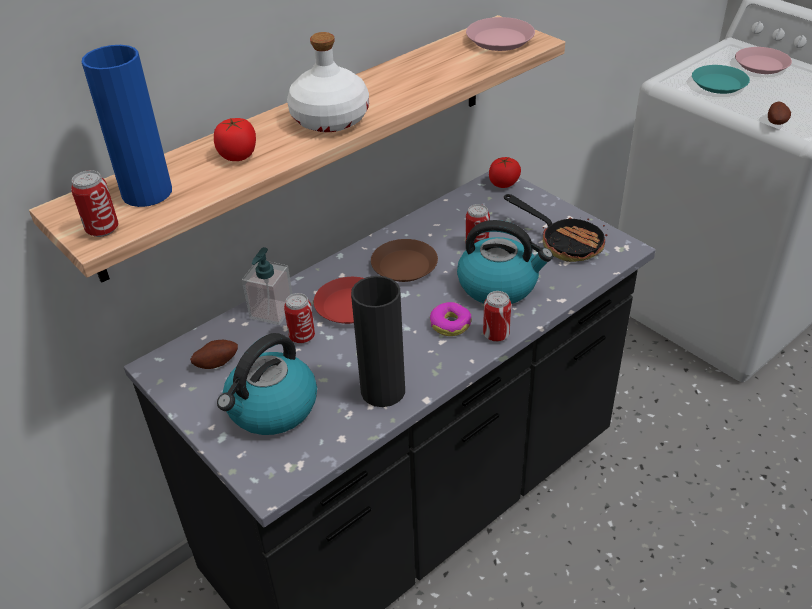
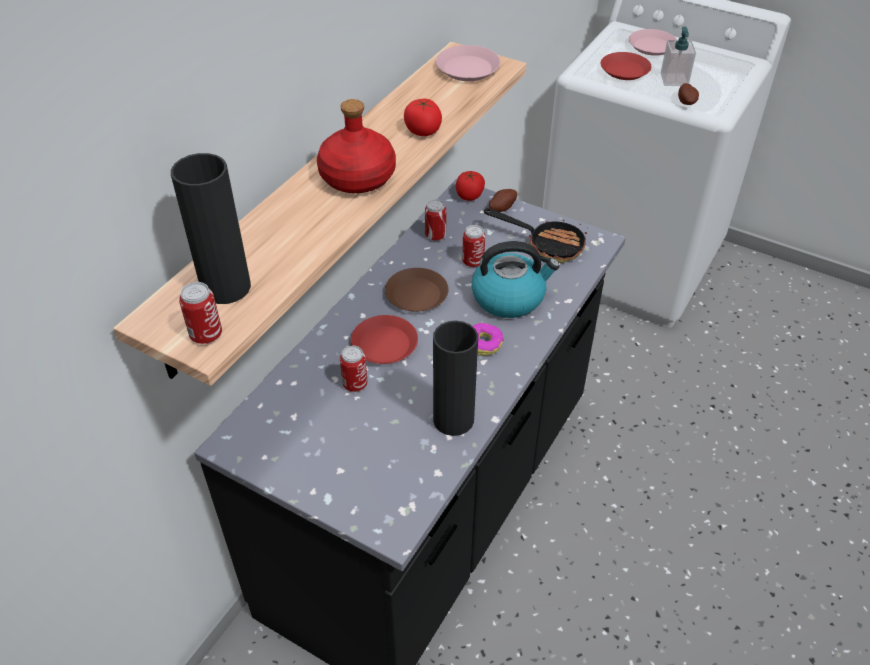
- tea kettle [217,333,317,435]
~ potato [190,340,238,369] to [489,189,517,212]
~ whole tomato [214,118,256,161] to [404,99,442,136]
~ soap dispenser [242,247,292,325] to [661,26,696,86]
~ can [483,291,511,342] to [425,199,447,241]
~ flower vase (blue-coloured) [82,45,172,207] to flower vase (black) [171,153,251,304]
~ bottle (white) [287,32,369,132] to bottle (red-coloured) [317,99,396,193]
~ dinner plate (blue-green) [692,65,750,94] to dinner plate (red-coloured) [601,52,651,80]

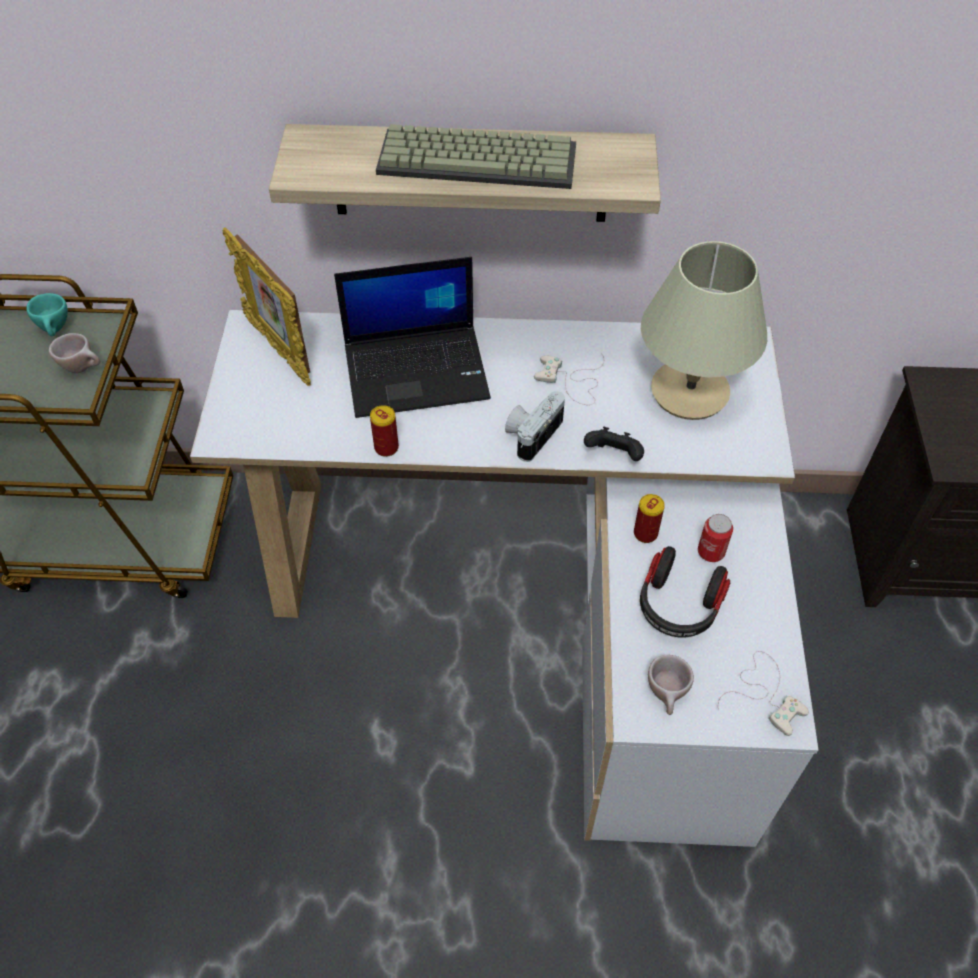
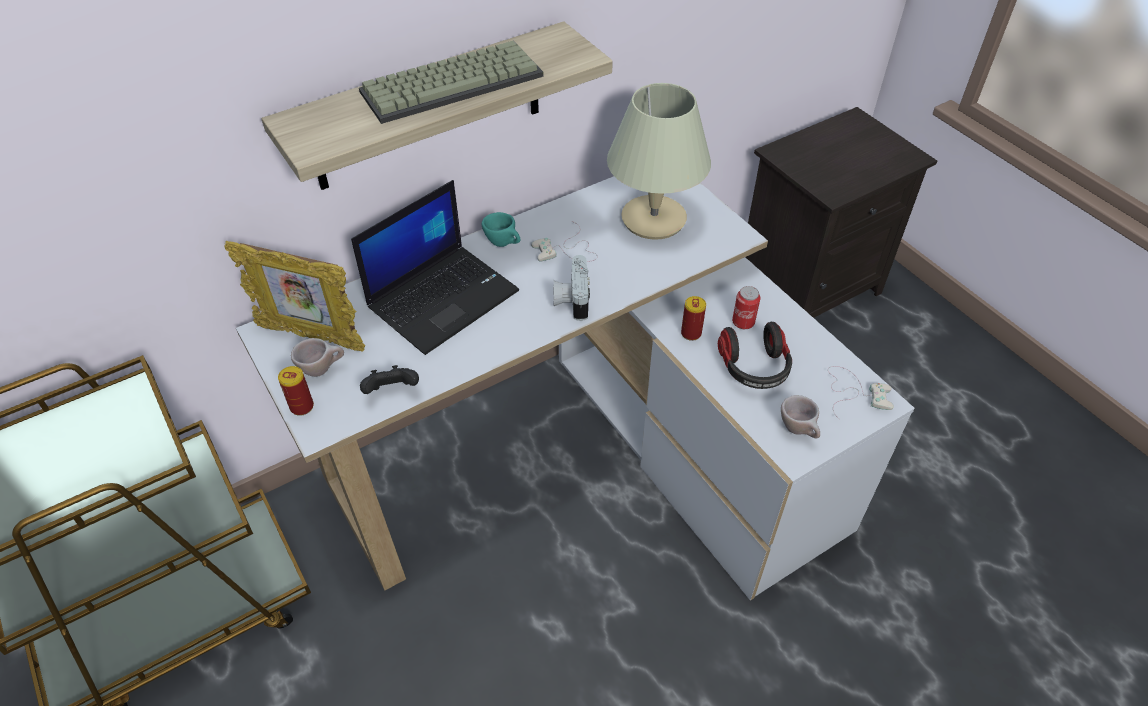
~ small cup (blue-green) [27,293,68,336] to [482,212,521,247]
~ small cup (sand-coloured) [49,333,100,373] to [291,338,344,377]
~ can [370,405,399,457] to [278,366,314,416]
~ joypad (black) [584,427,644,461] to [360,365,419,394]

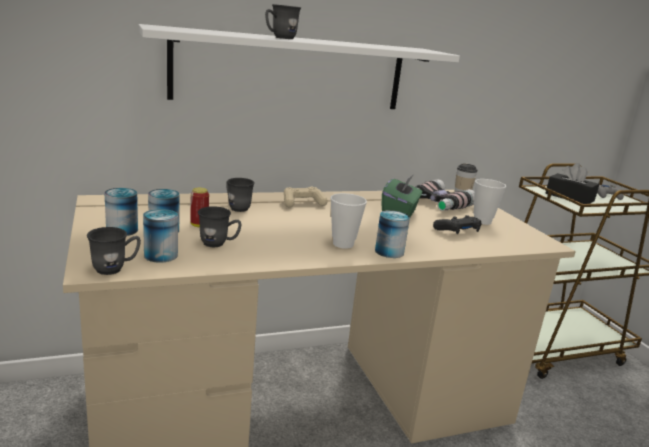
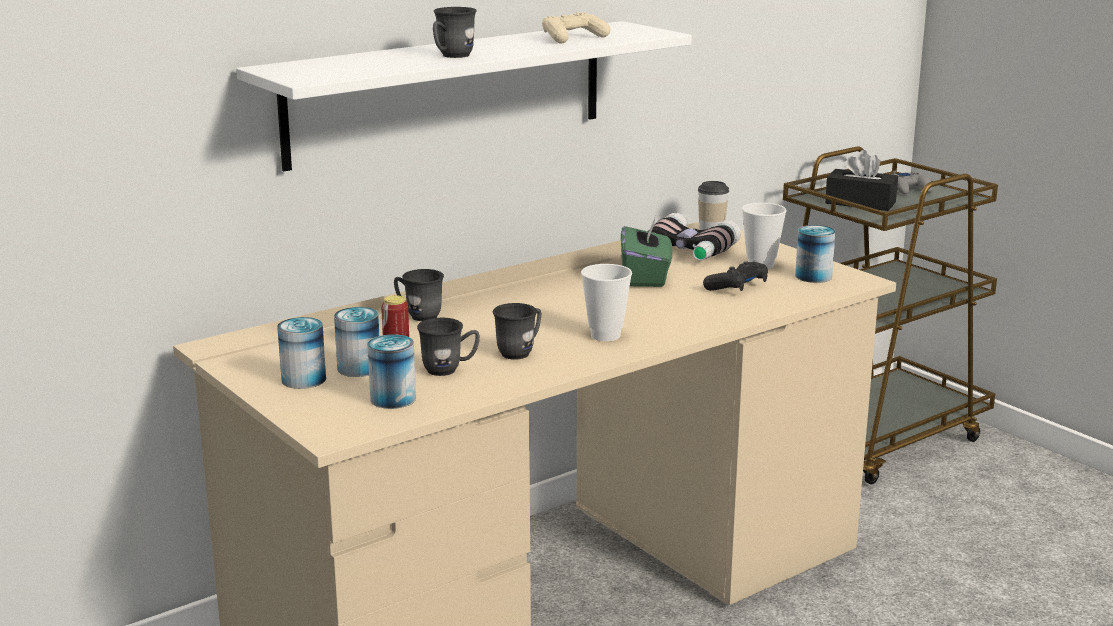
~ tea mug (grey) [87,227,141,275] to [493,303,541,360]
~ joypad (sand-coloured) [284,186,328,208] to [542,12,611,44]
~ can [375,210,410,258] to [795,225,836,283]

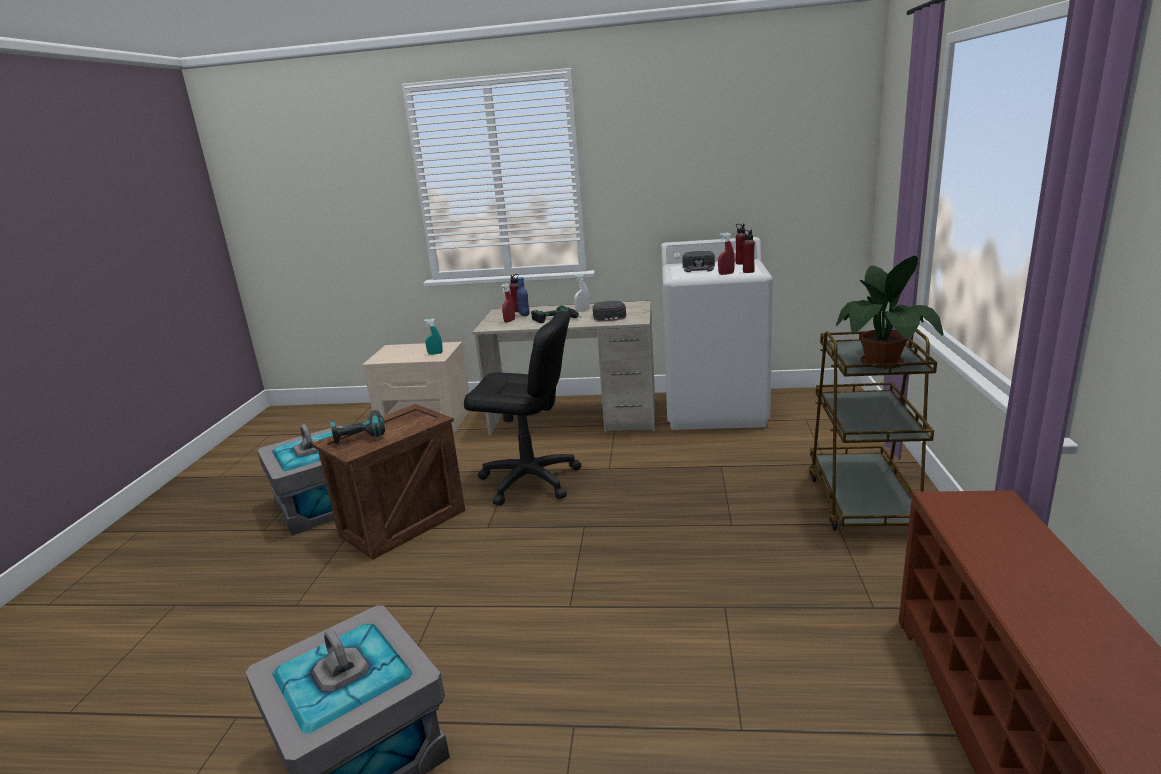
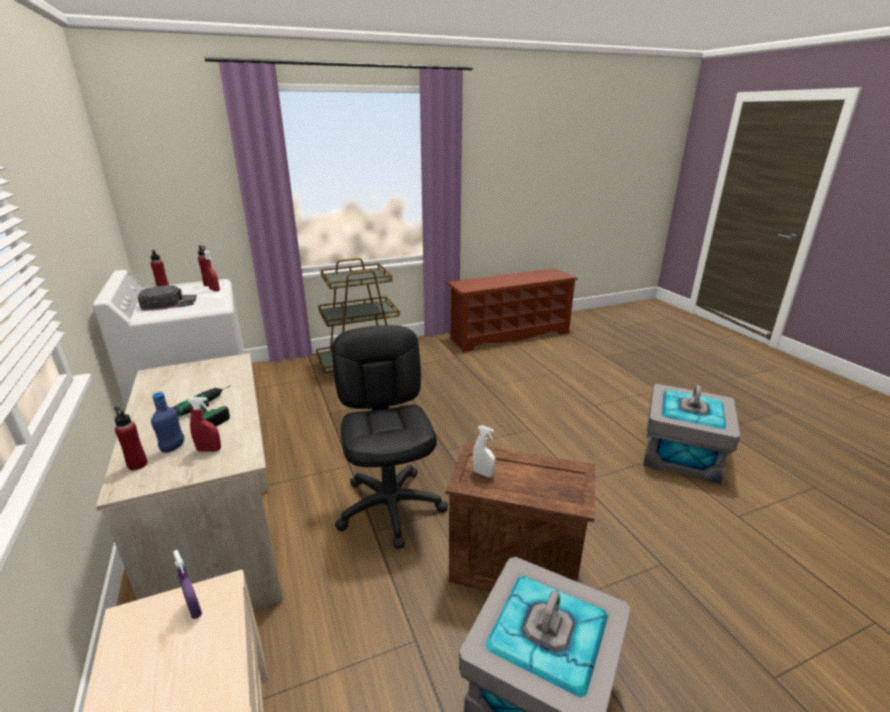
- drill [330,410,385,444]
- cap (black) [593,301,626,322]
- plant in a pot [836,256,943,369]
~ hand sprayer (white) [574,274,590,312] to [473,425,495,477]
~ hand sprayer (blue-green) [424,319,443,355] to hand sprayer (purple) [173,550,202,619]

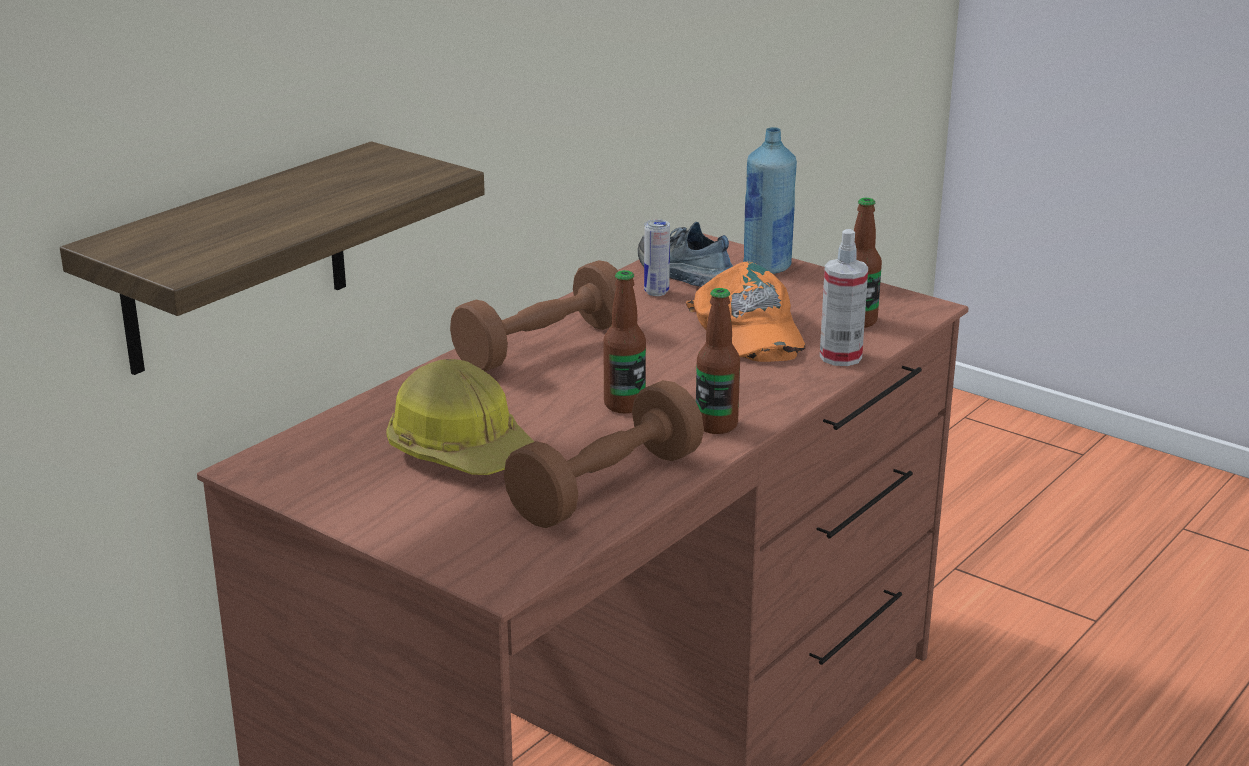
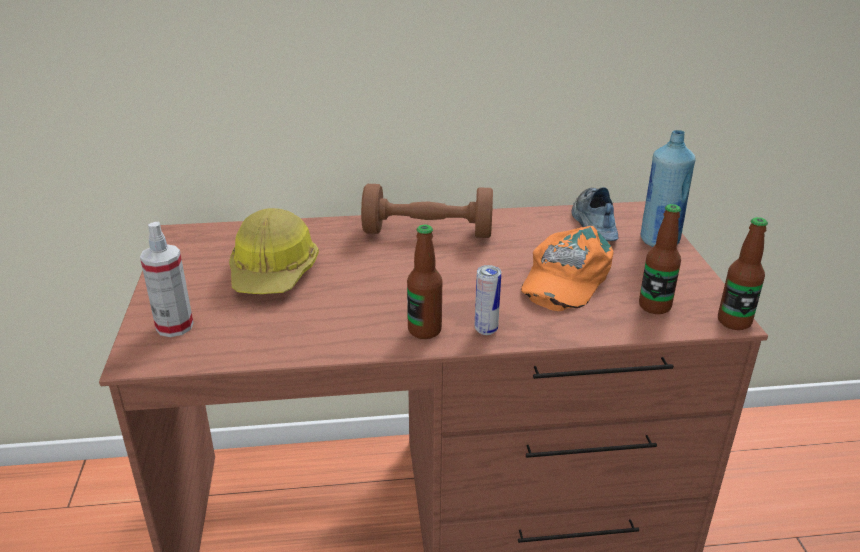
- wall shelf [60,141,485,375]
- free weight (brown) [504,380,704,528]
~ bottle [603,270,646,413] to [718,217,768,330]
~ can [644,220,670,296] to [475,265,501,335]
~ hand sprayer [820,229,868,366] to [140,222,193,337]

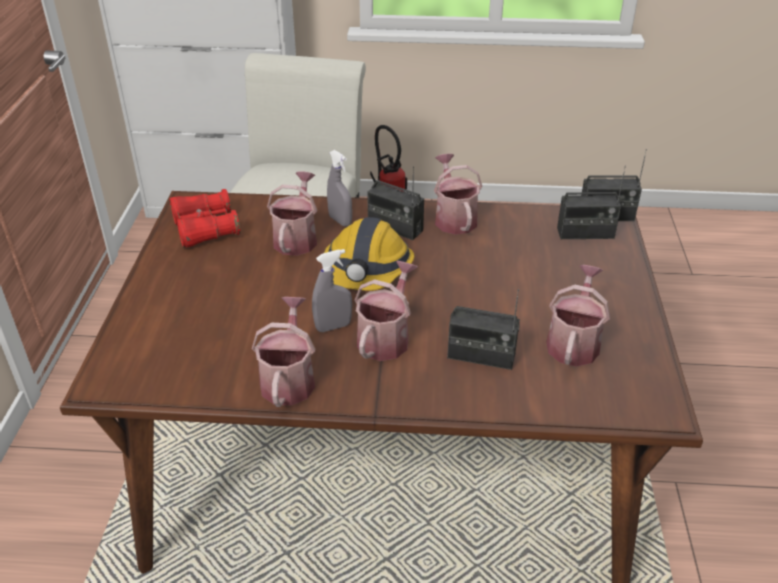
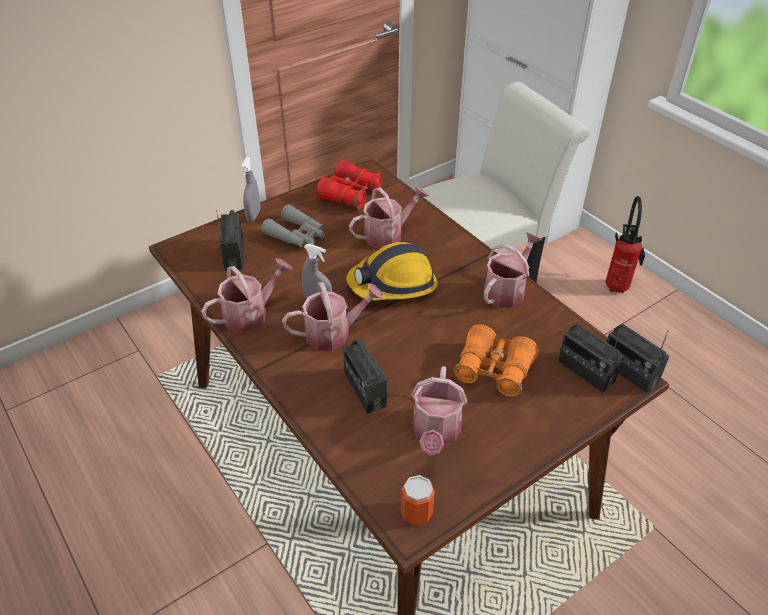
+ field glasses (grey) [261,205,325,247]
+ can [401,475,435,526]
+ field glasses (orange-coloured) [453,324,538,397]
~ hand sprayer (grey) [327,150,352,227] to [241,157,260,222]
~ radio set [367,166,424,240] to [216,210,243,271]
~ sprinkling can [546,265,610,367] = [411,366,467,456] 120 degrees clockwise

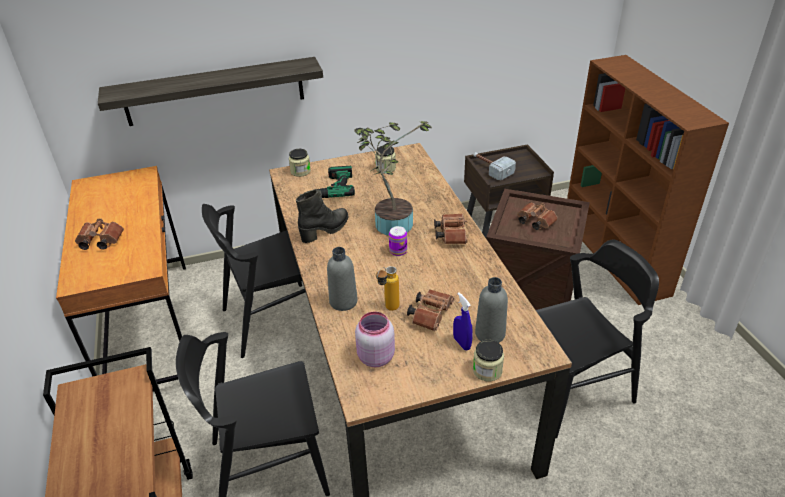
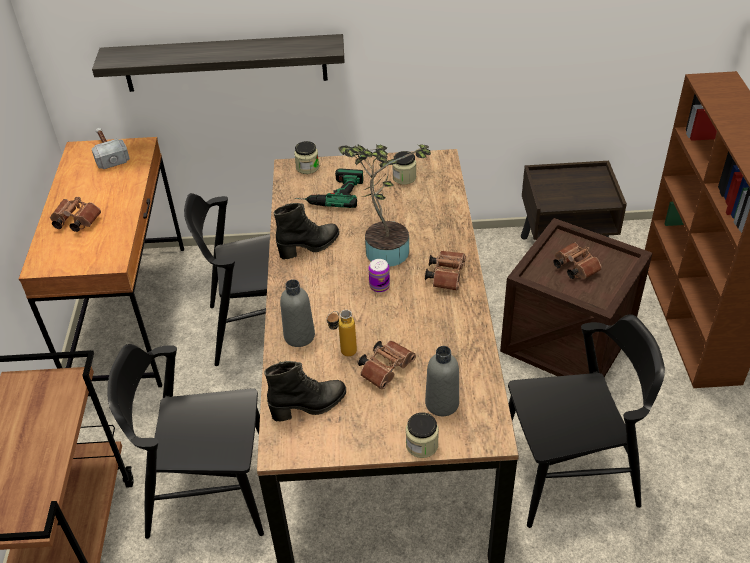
- hand sprayer (blue-coloured) [453,292,473,351]
~ tool hammer [474,152,516,180] to [92,128,130,169]
~ preserve jar (pinkish) [355,312,395,367] to tall boot (black) [264,361,346,422]

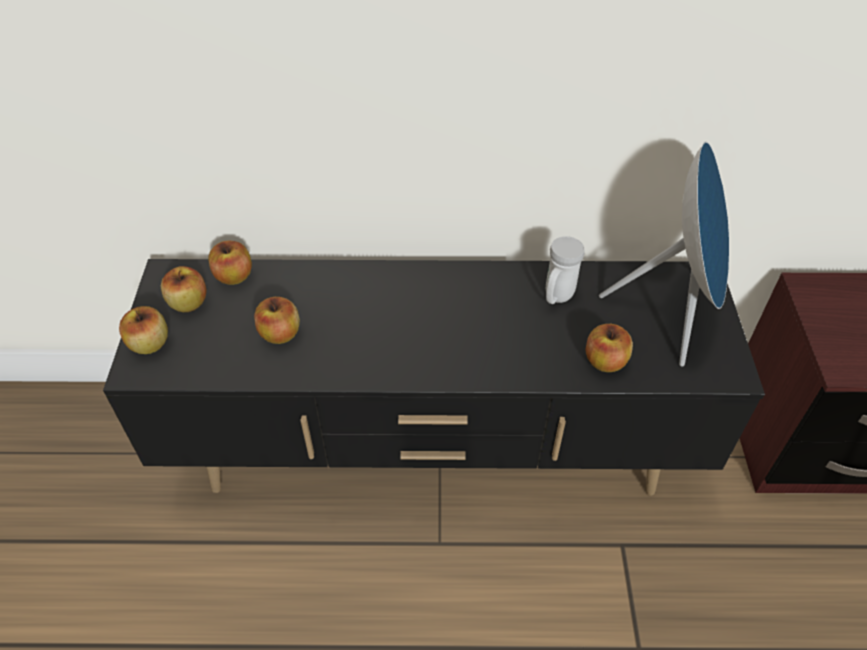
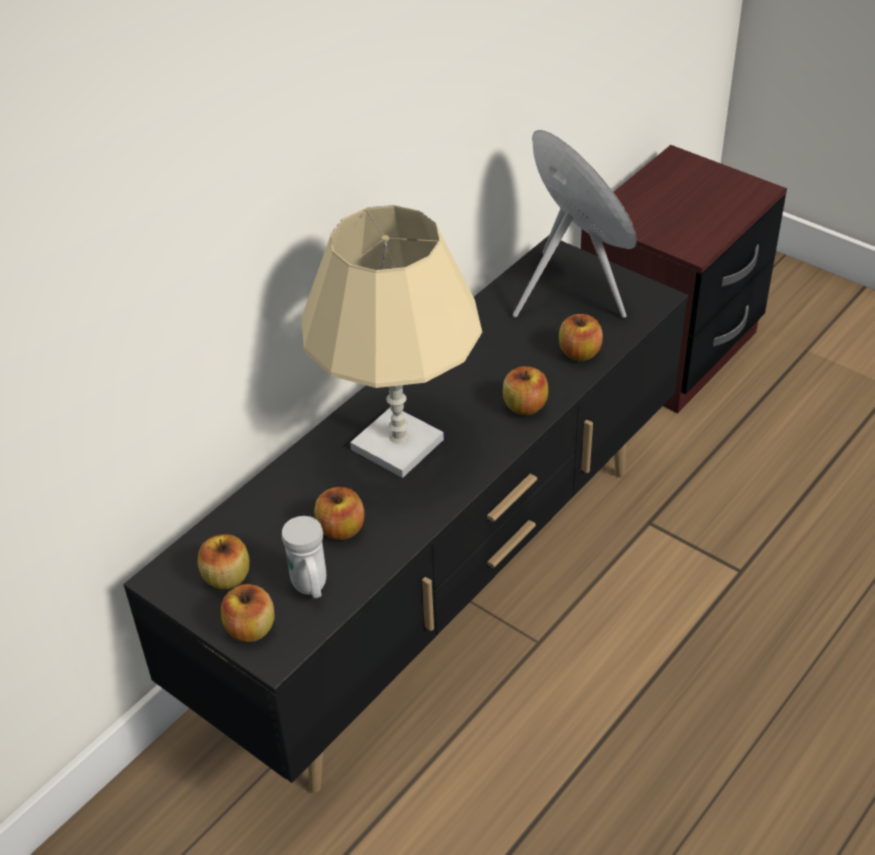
+ tabletop lamp (sand-coloured) [301,205,482,478]
~ apple [208,241,252,285] to [503,366,548,415]
~ tea mug (white) [546,236,584,304] to [282,516,326,598]

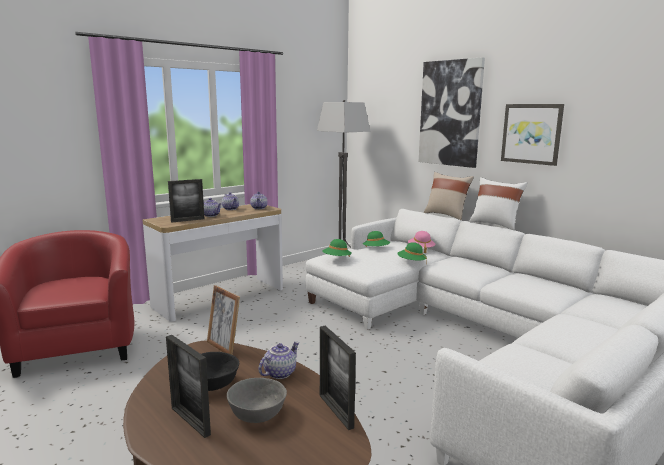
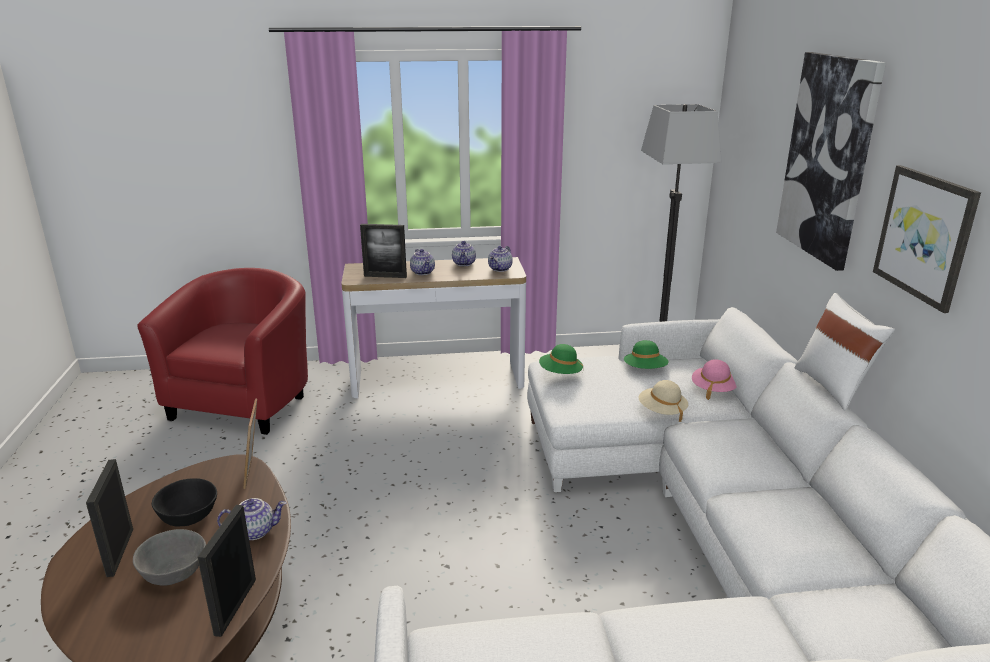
- cushion (sand-coloured) [424,172,474,220]
~ wearable hat (green) [397,242,427,264] to wearable hat (sand-coloured) [639,380,688,422]

